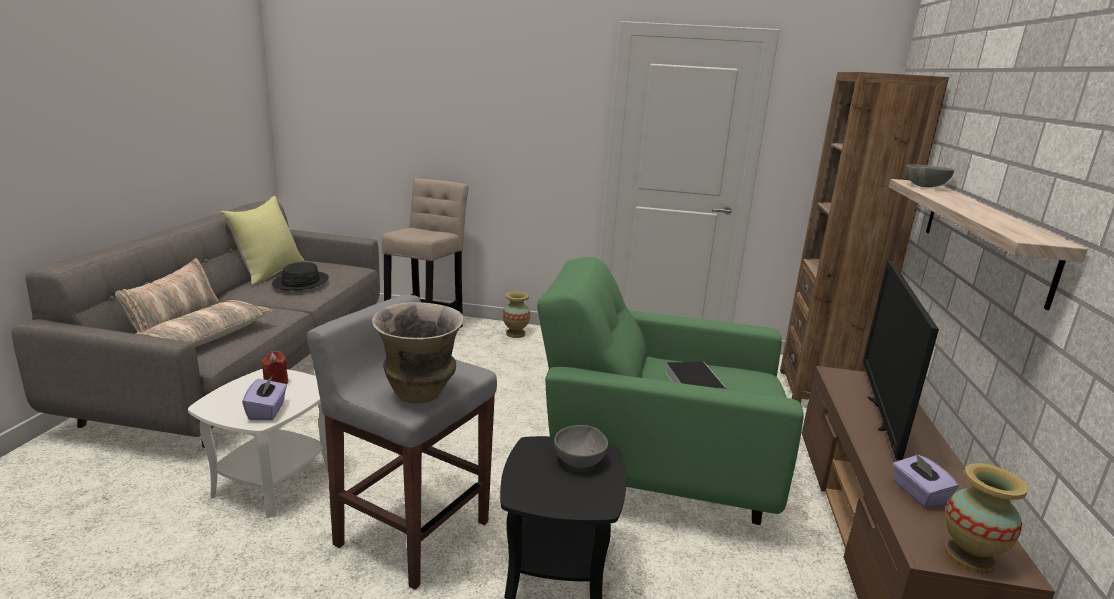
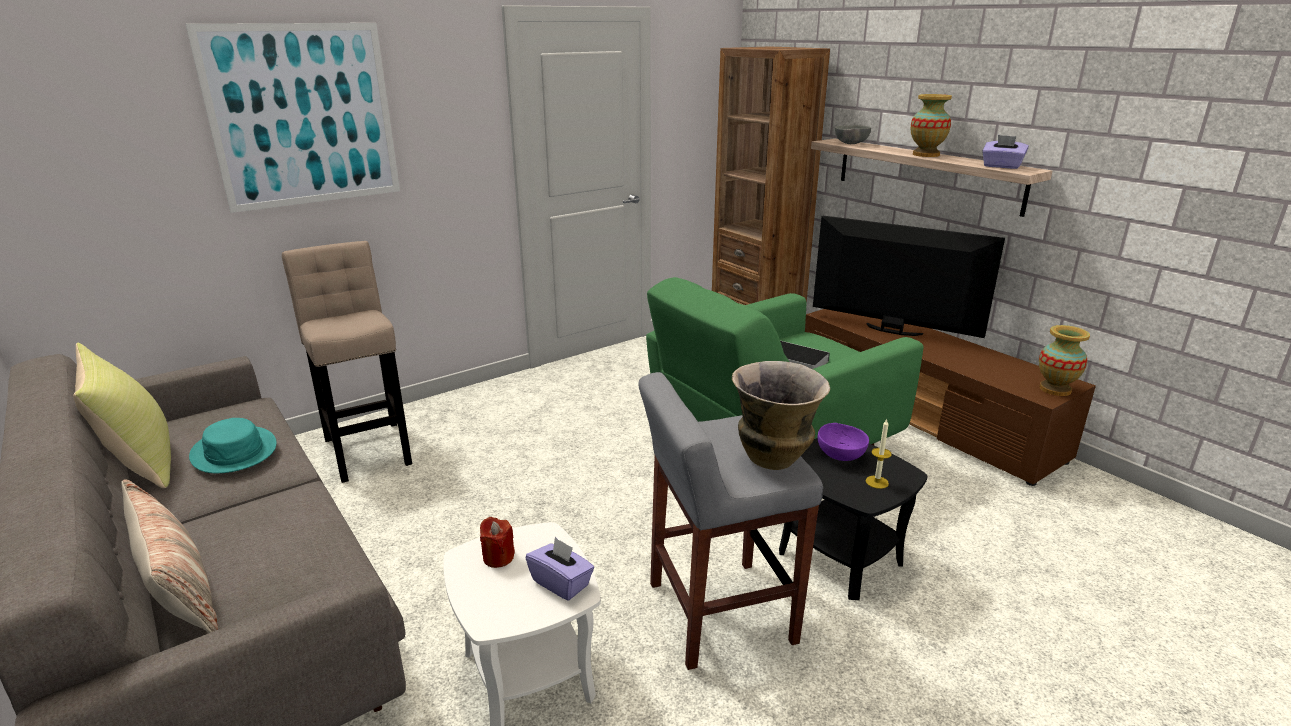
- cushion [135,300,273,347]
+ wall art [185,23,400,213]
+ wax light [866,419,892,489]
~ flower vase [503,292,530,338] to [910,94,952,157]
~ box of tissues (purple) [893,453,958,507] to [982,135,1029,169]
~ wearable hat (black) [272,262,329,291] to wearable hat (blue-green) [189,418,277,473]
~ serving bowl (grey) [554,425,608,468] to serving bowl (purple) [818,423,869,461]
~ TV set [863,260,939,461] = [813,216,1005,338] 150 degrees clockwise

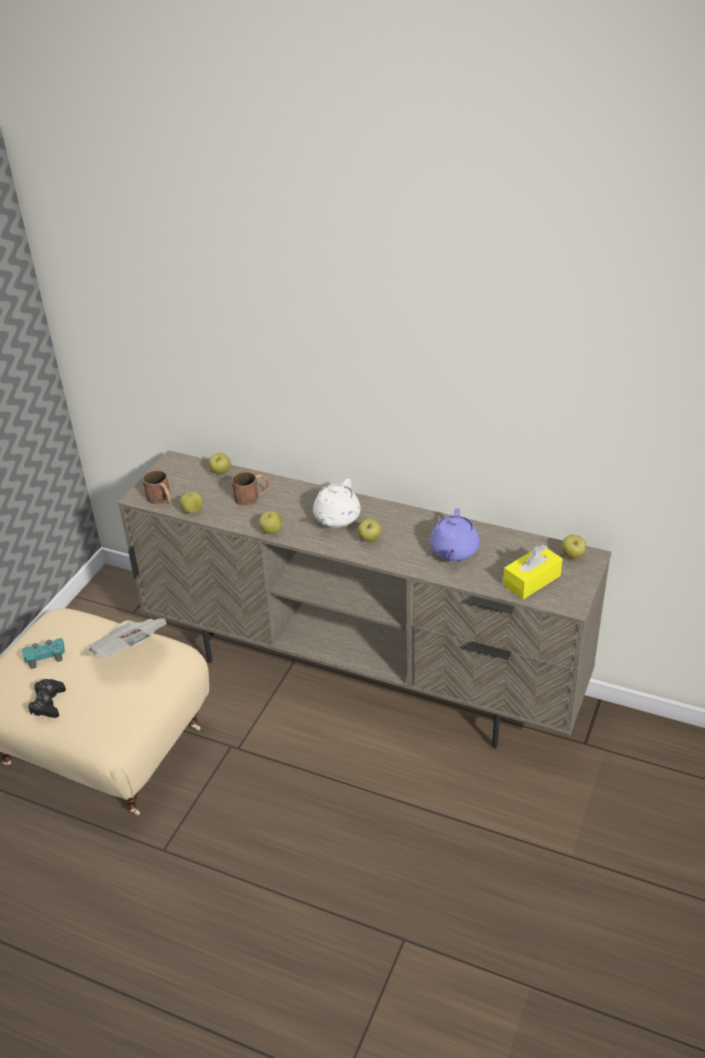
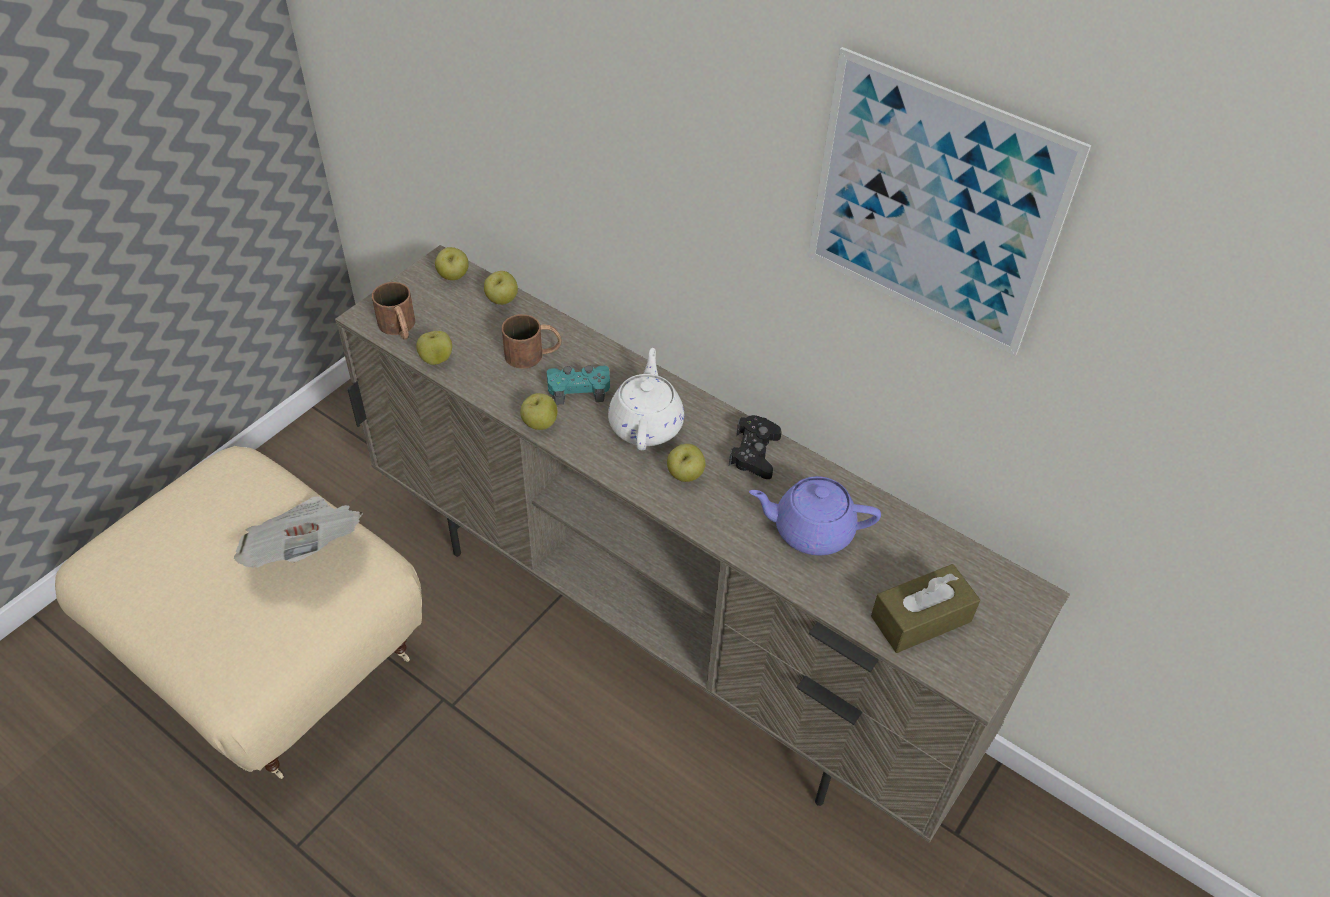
+ wall art [808,47,1091,356]
~ joypad (blue-green) [22,638,65,669] to [547,365,610,405]
~ joypad (black) [28,679,66,718] to [729,415,782,479]
~ apple [562,535,586,559] to [435,247,469,280]
~ box of tissues (yellow-coloured) [503,544,563,599] to box of tissues (brown) [871,564,980,653]
~ pot for tea (white) [313,479,361,528] = [608,348,684,450] 150 degrees clockwise
~ pot for tea (purple) [430,508,480,561] = [749,476,881,556] 75 degrees clockwise

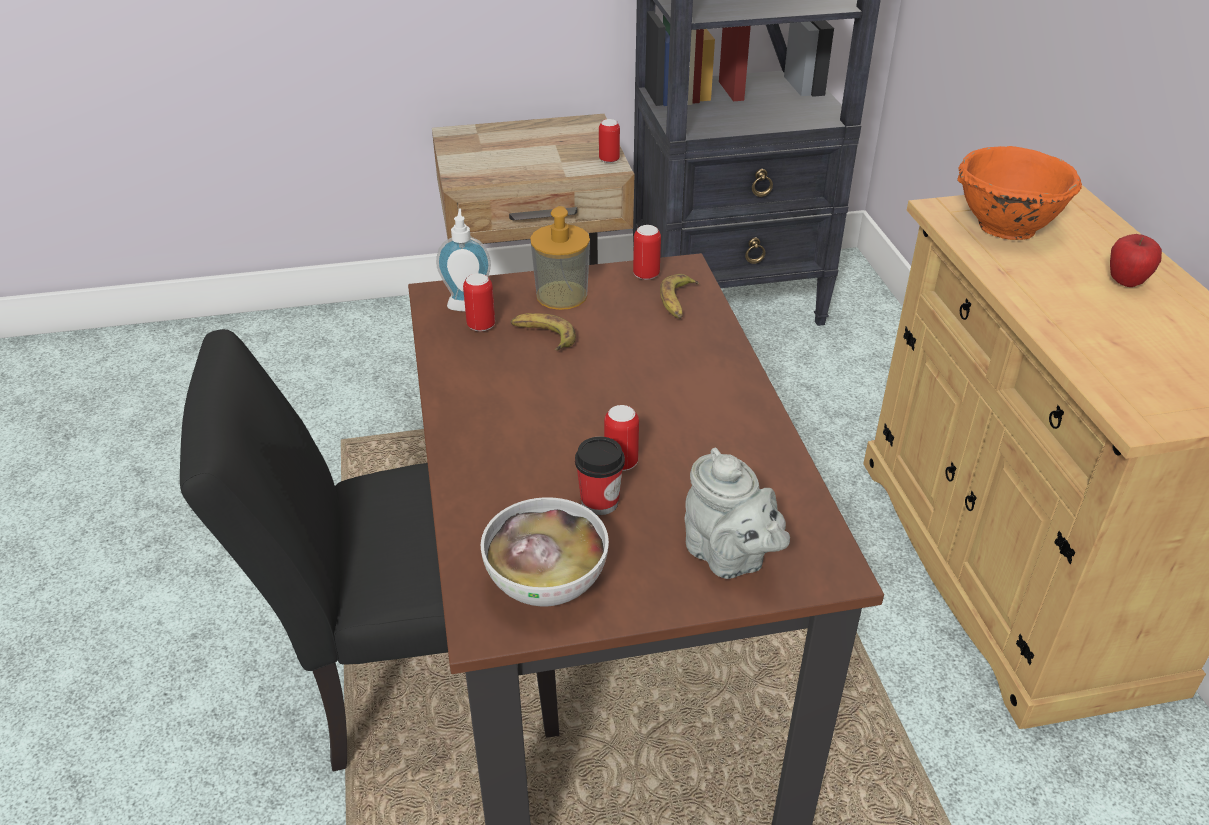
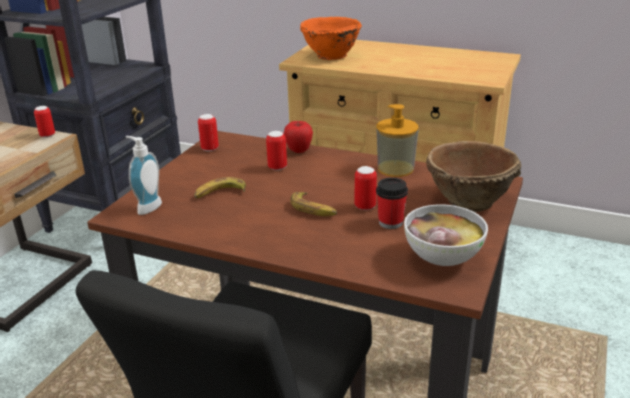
~ can [463,273,495,331] to [266,131,287,171]
~ soap dispenser [530,206,590,310] to [376,104,419,177]
~ banana [660,274,699,319] to [290,192,337,217]
~ apple [1110,234,1162,287] to [284,121,313,153]
~ pot for tea (grey) [684,448,790,579] to serving bowl (brown) [426,141,522,212]

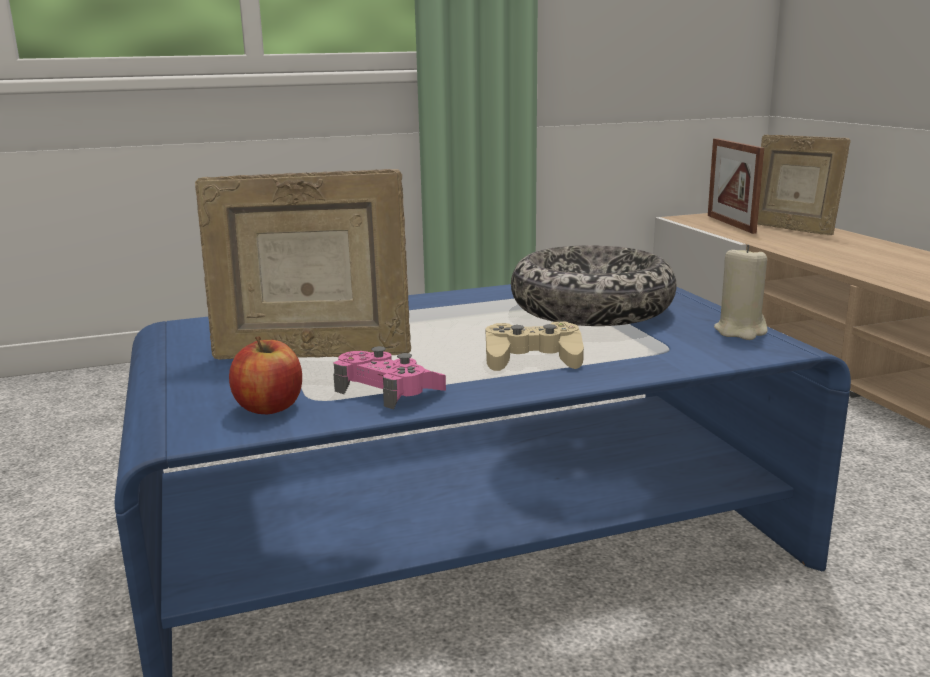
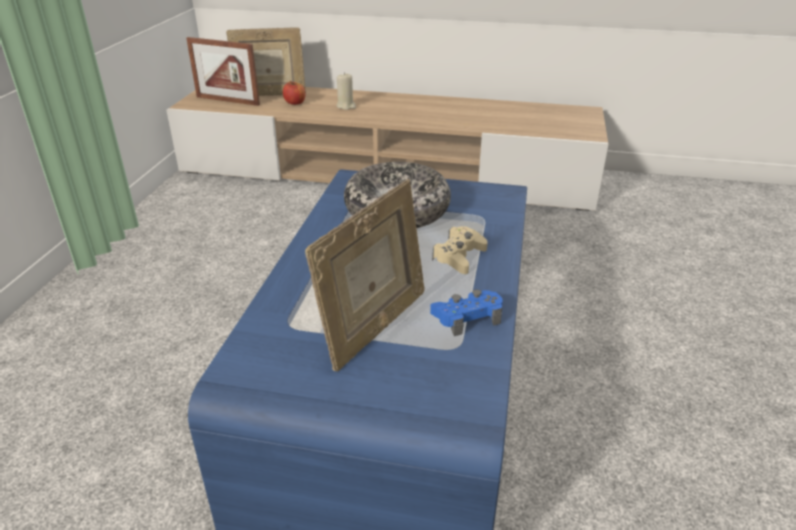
~ apple [229,336,302,414] to [283,81,305,105]
~ wax light (sand-coloured) [714,244,768,340] to [337,72,356,110]
~ joypad (pinkish) [333,346,446,409] to joypad (blue-coloured) [430,289,503,336]

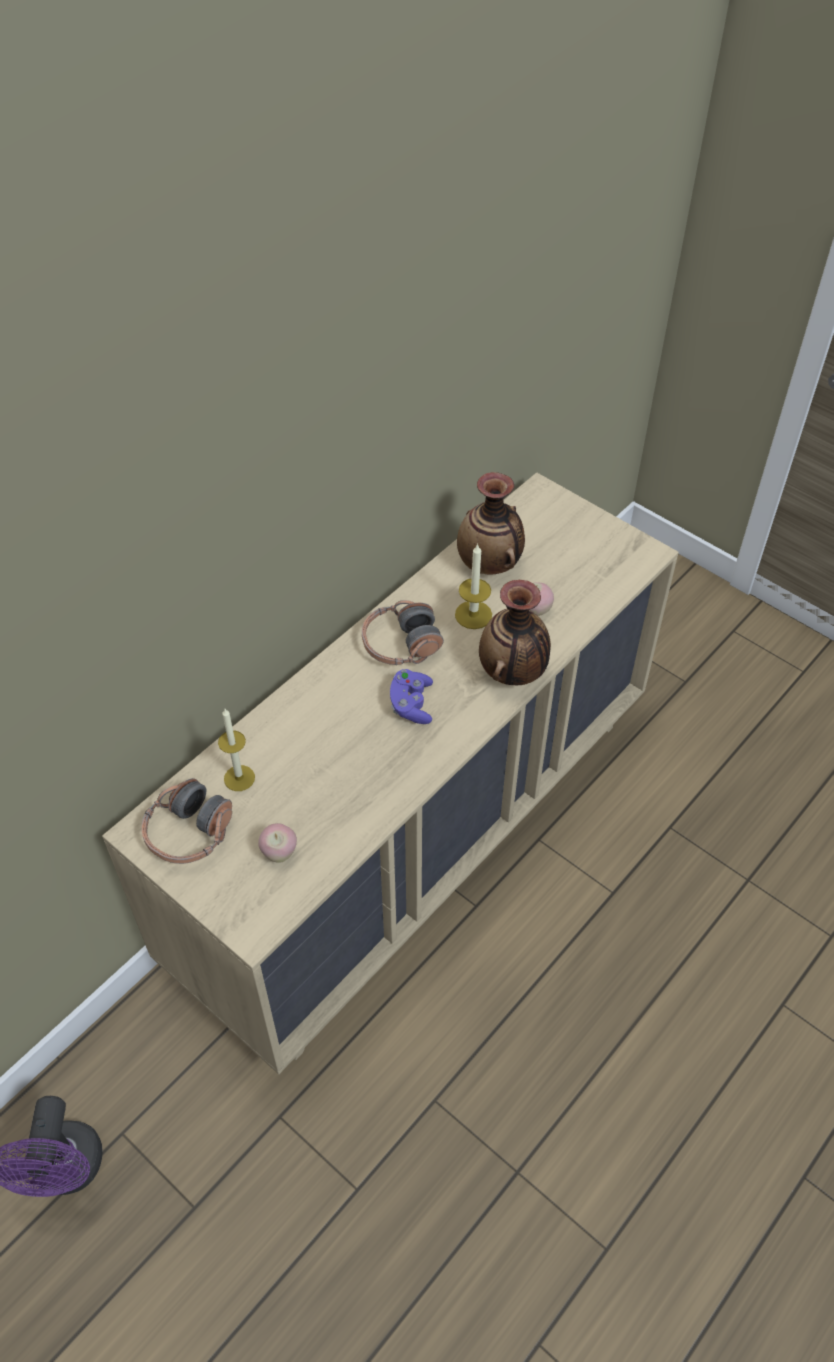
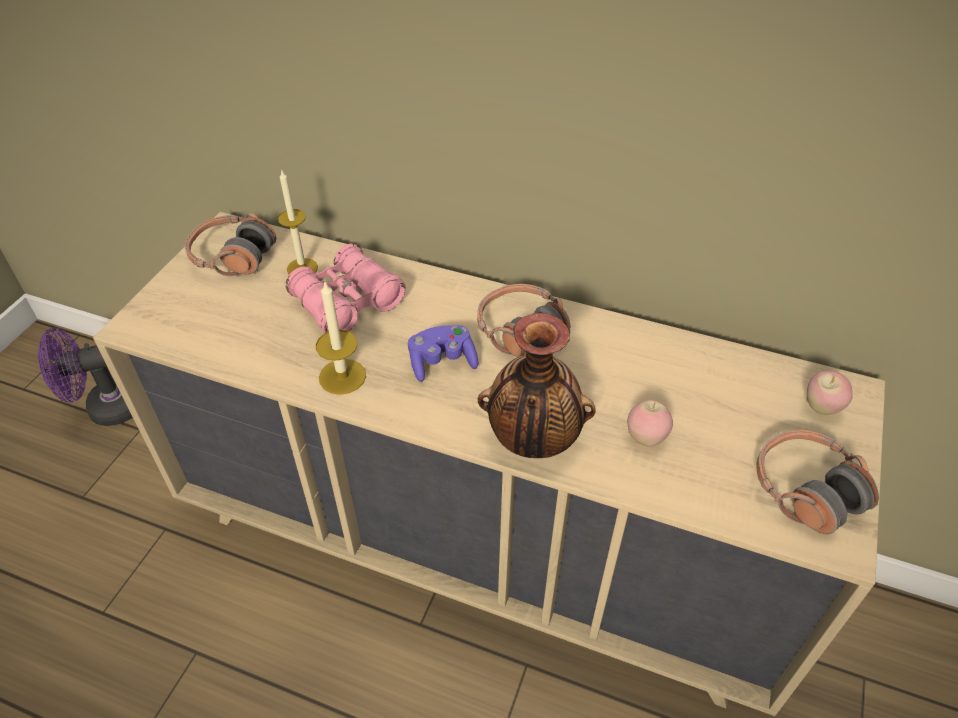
- flower vase [457,472,525,574]
+ field glasses (pinkish) [285,244,405,333]
+ pair of headphones [756,430,879,534]
~ apple [258,823,297,863] to [807,371,853,415]
~ wax light [455,543,492,629] to [316,282,366,395]

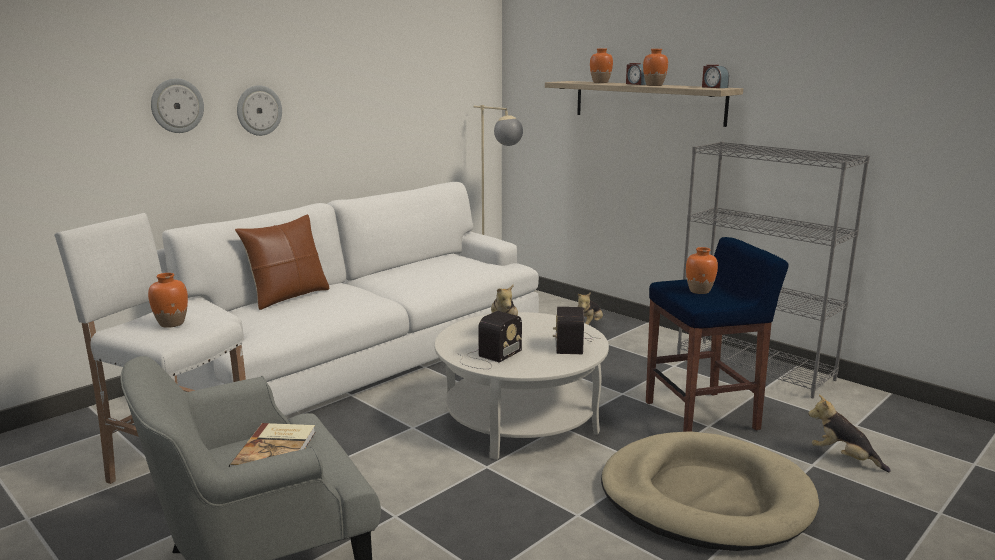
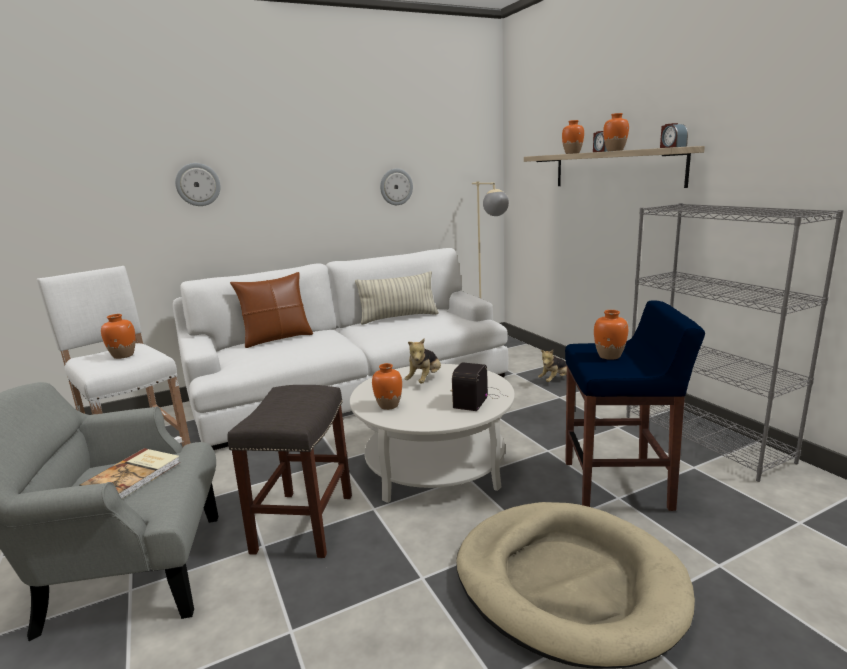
- plush toy [808,395,891,472]
+ stool seat (grey) [228,385,352,558]
+ cushion [355,271,439,325]
~ clock on the wall [237,85,282,136] to [380,168,413,205]
~ radio set [459,311,522,369] to flower vase (orange-coloured) [372,363,402,410]

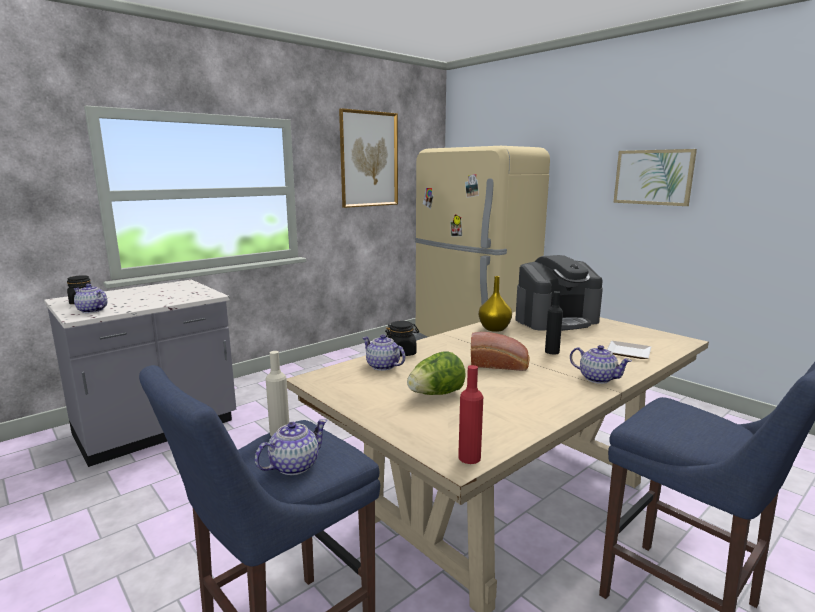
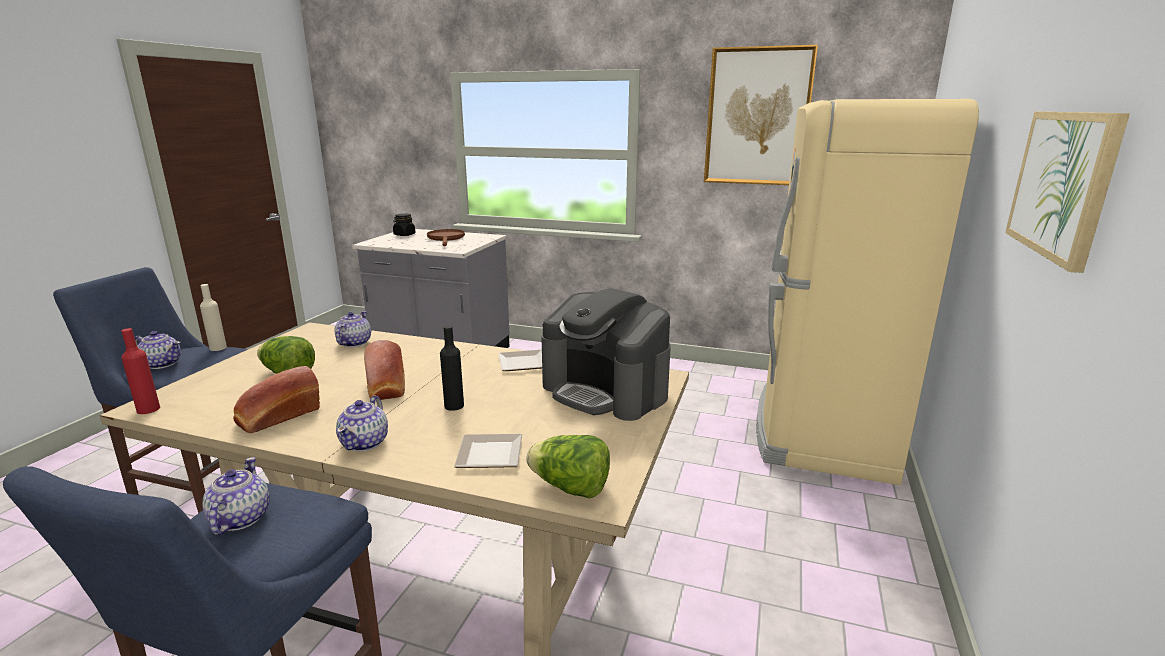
- preserve jar (black) [385,321,419,356]
+ baked bread [233,366,320,433]
+ pan (brown) [427,229,465,246]
+ lettuce [526,435,610,499]
~ pot for tea [74,284,108,313] to [202,457,270,535]
~ flower vase (yellow-coloured) [479,276,512,332] to dinner plate [499,350,542,371]

